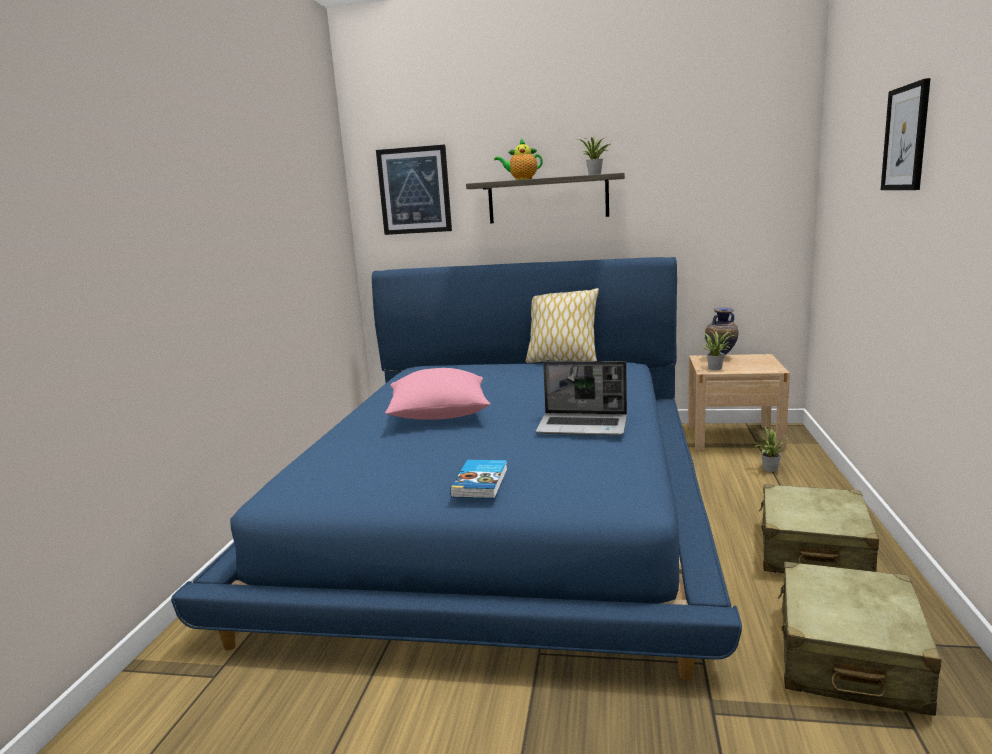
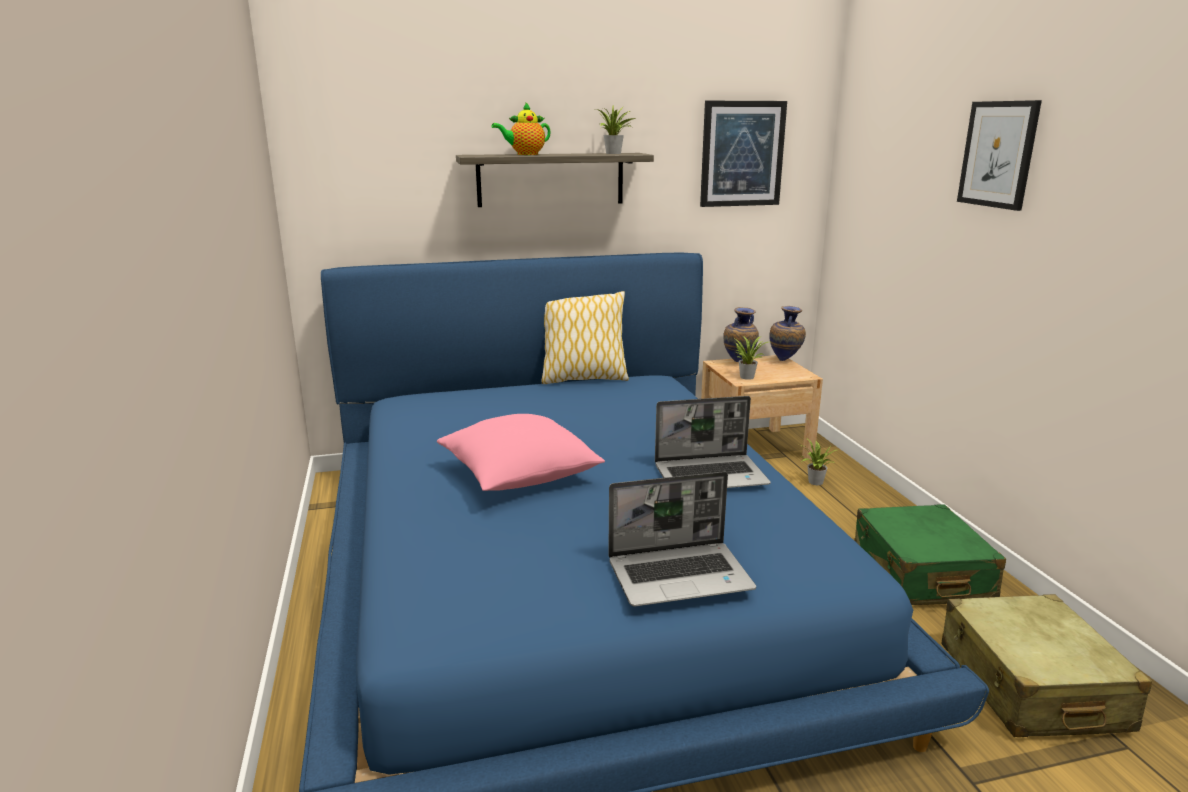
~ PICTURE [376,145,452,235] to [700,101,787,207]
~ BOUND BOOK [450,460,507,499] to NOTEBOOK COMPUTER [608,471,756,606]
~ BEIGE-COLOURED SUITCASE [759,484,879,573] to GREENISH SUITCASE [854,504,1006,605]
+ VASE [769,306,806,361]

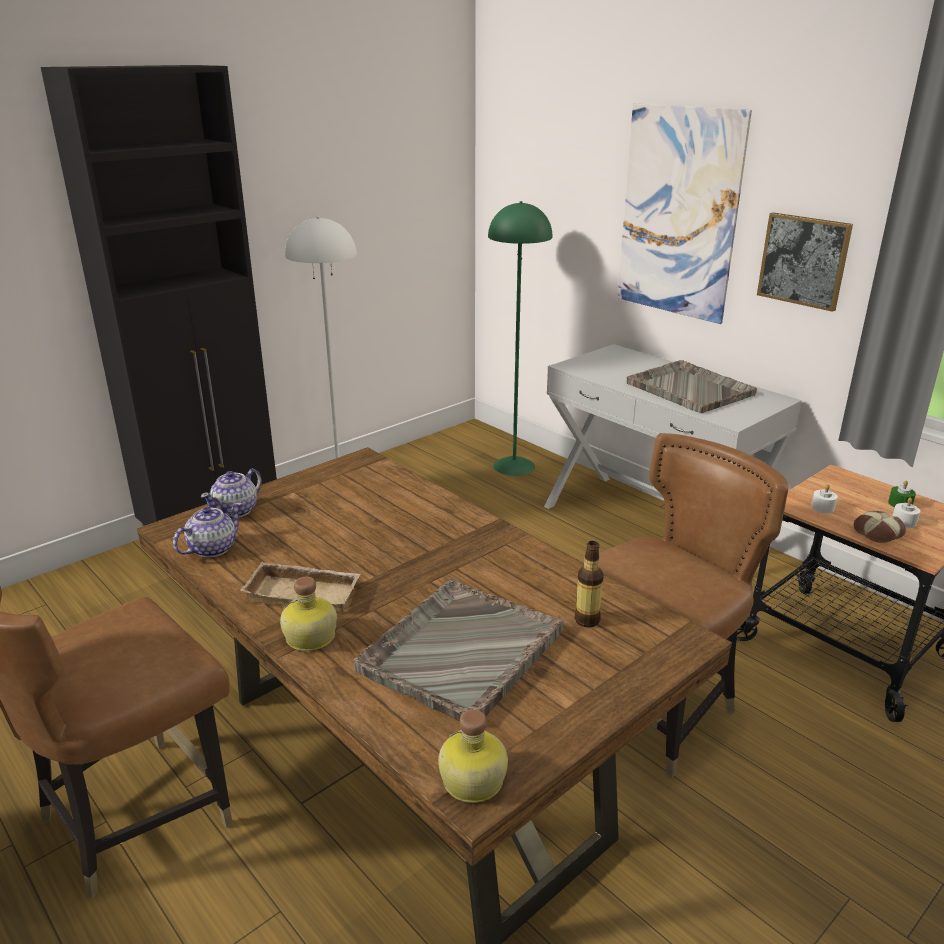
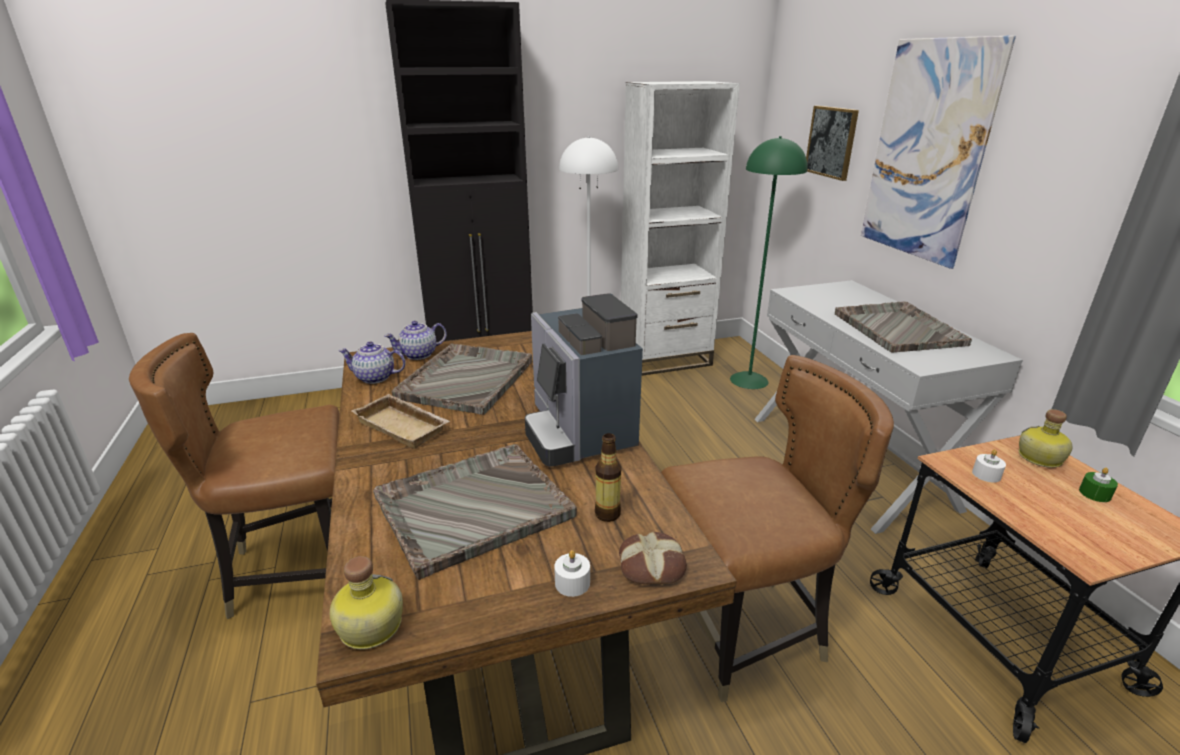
~ POT FOR TEA [173,502,242,557] = [338,342,406,384] 150 degrees counterclockwise
~ DRINK BOTTLE [280,577,337,651] to [1019,409,1073,468]
~ PICTURE [757,213,853,312] to [806,106,859,181]
~ BAKED BREAD [854,511,906,543] to [619,532,687,585]
~ WHITE WAX LIGHT [893,498,920,528] to [554,550,590,597]
+ GRAY TRAY [392,343,532,415]
+ COFFEE MAKER [525,293,643,467]
+ WHITE BOOKCASE [621,81,740,376]

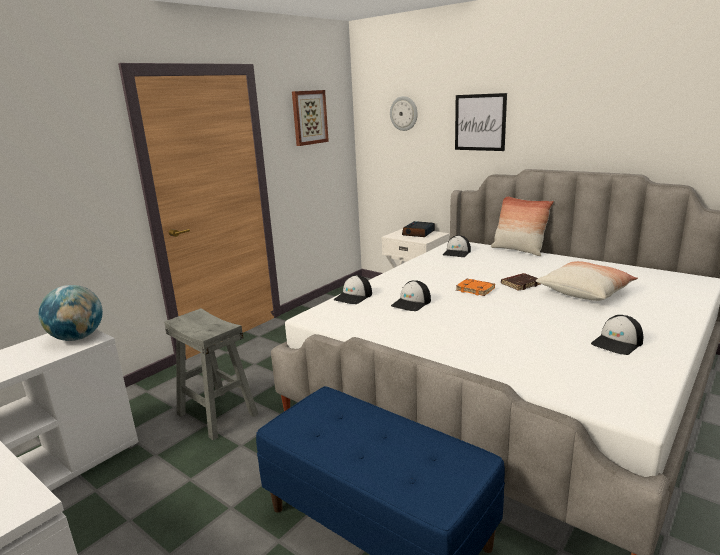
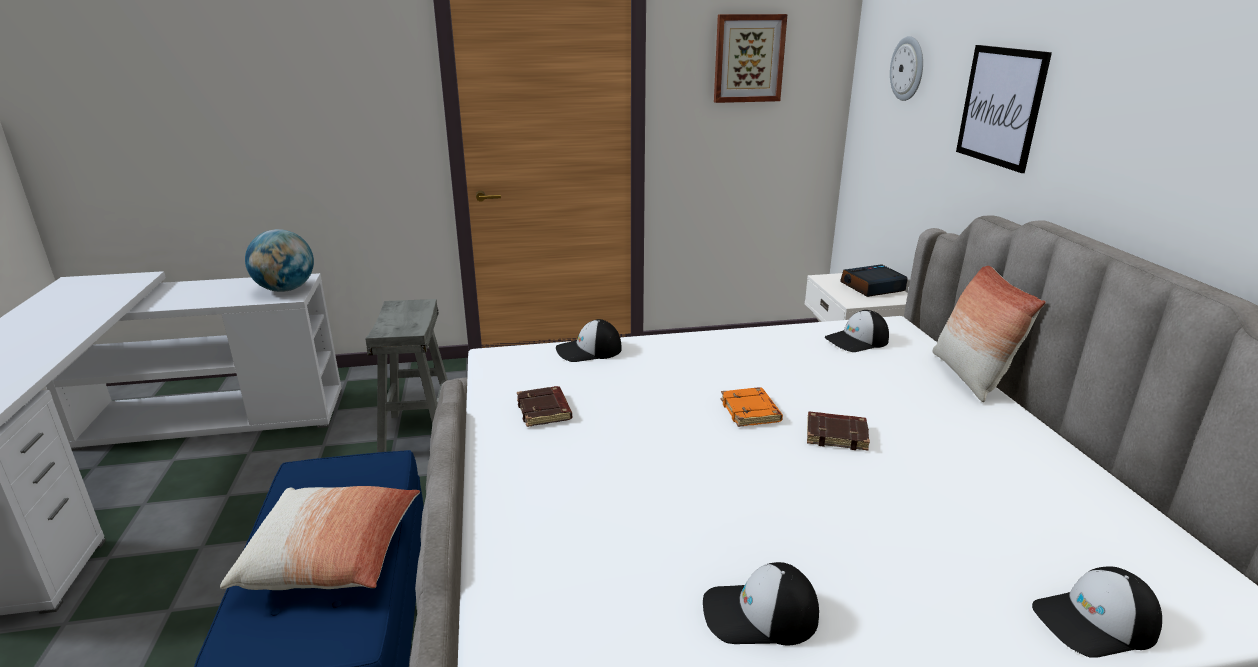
~ CAP [391,280,431,311] to [1032,566,1162,658]
~ THROW PILLOW [536,261,638,301] to [220,486,420,590]
+ BROWNISH BOUND BOOK [517,386,572,427]

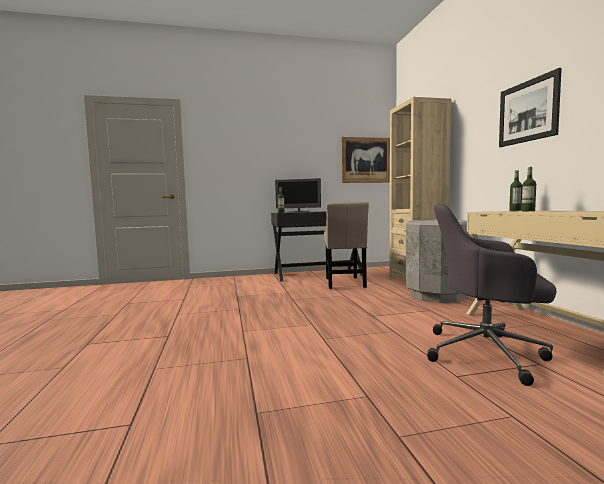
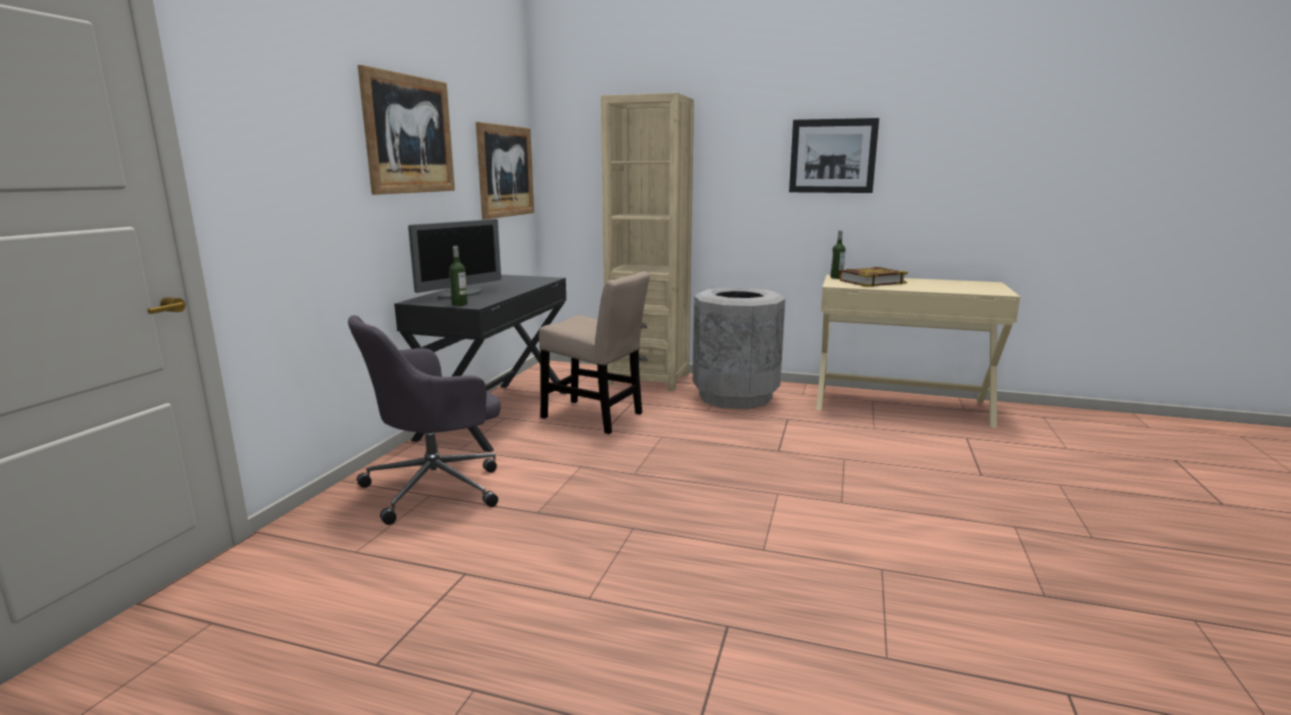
~ GRAY COMPUTER CHAIR [427,204,557,386] to [348,315,501,525]
~ DRINK BOTTLE [522,167,536,211] to BOUND BOOK [839,267,908,287]
+ PICTURE [358,65,455,195]

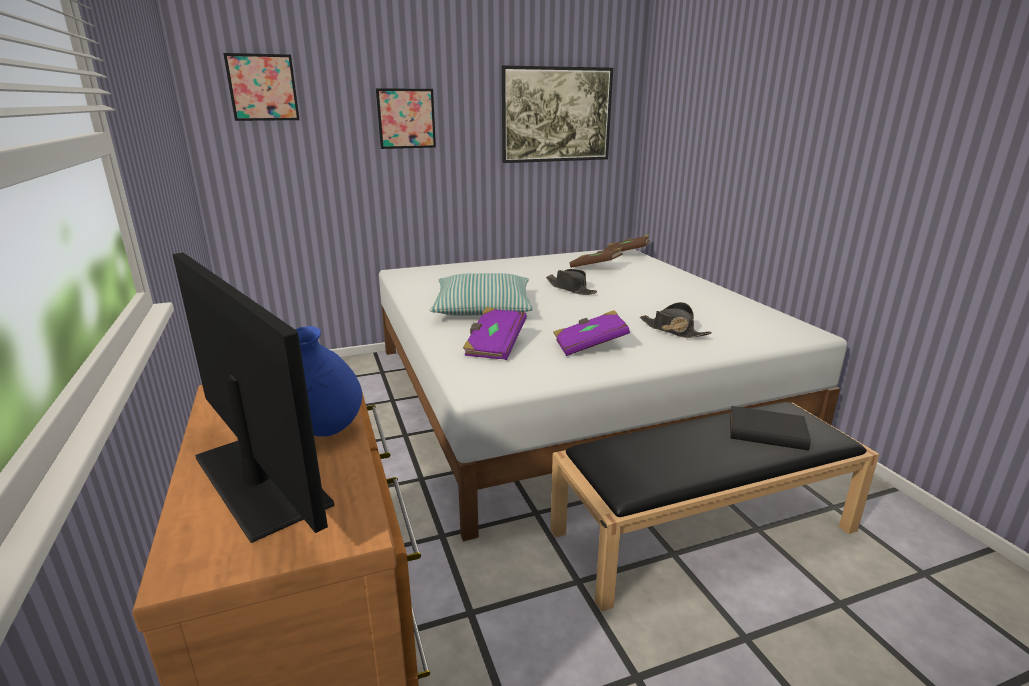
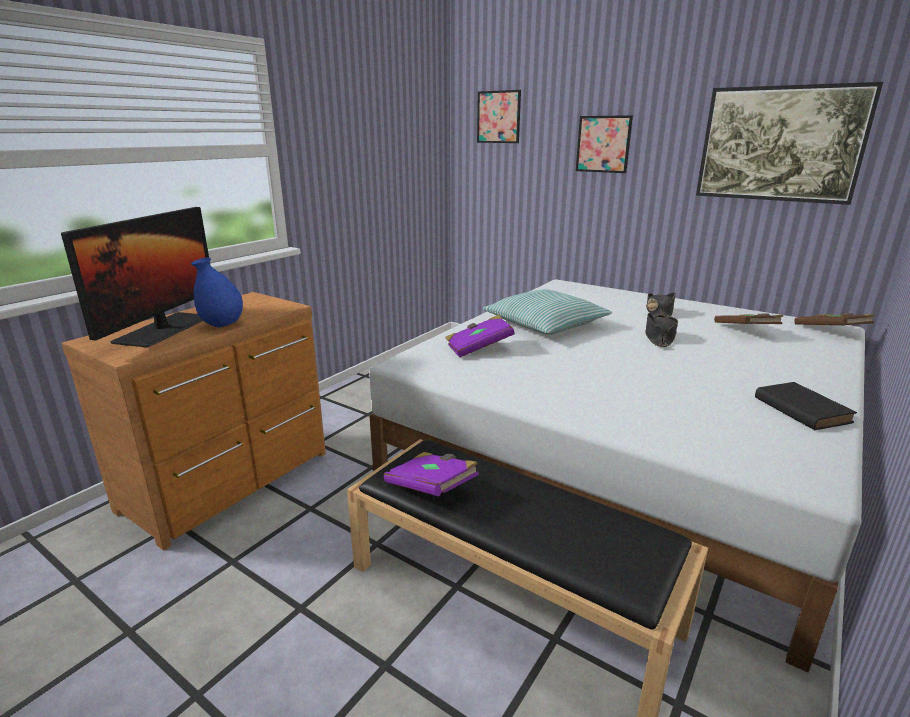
~ PURPLE BOUND BOOK [553,310,630,356] to [384,452,479,496]
~ BLACKISH HAT [640,302,712,338] to [646,292,676,318]
~ BLACKISH BOUND BOOK [730,406,811,451] to [755,382,857,430]

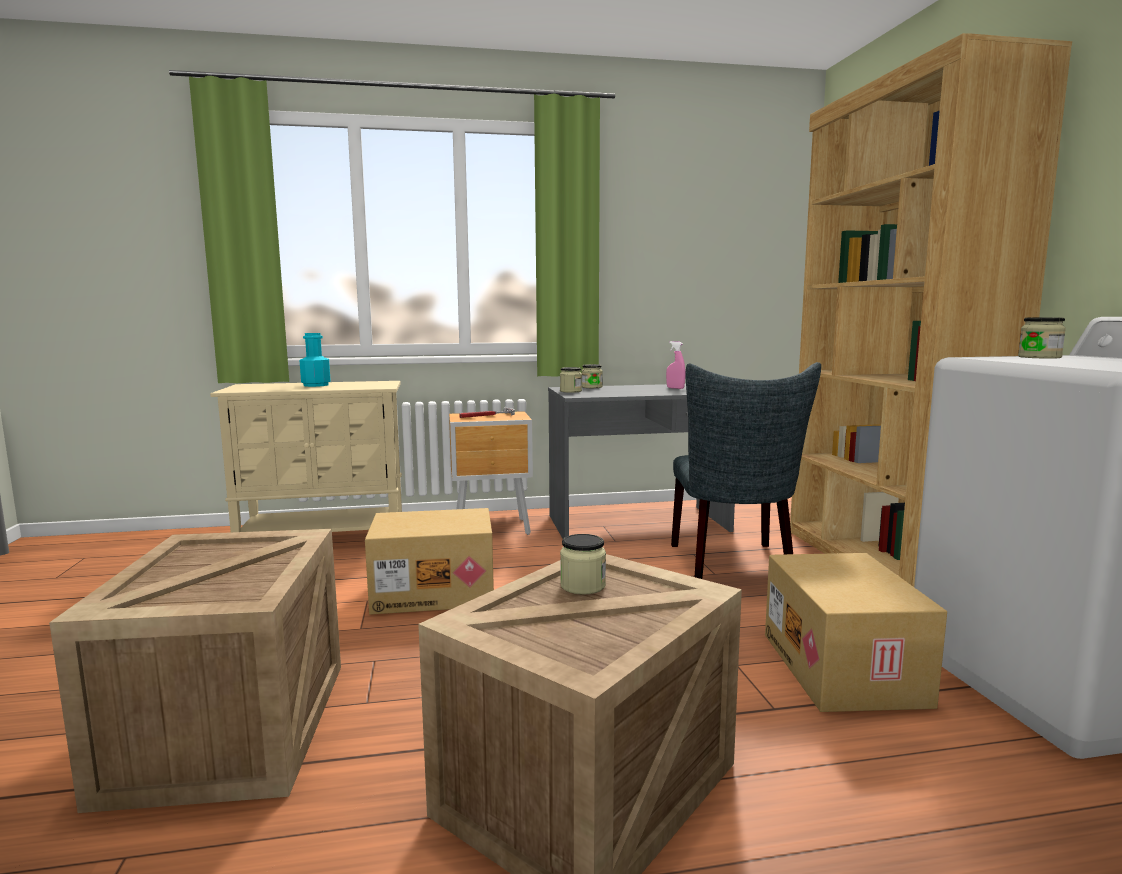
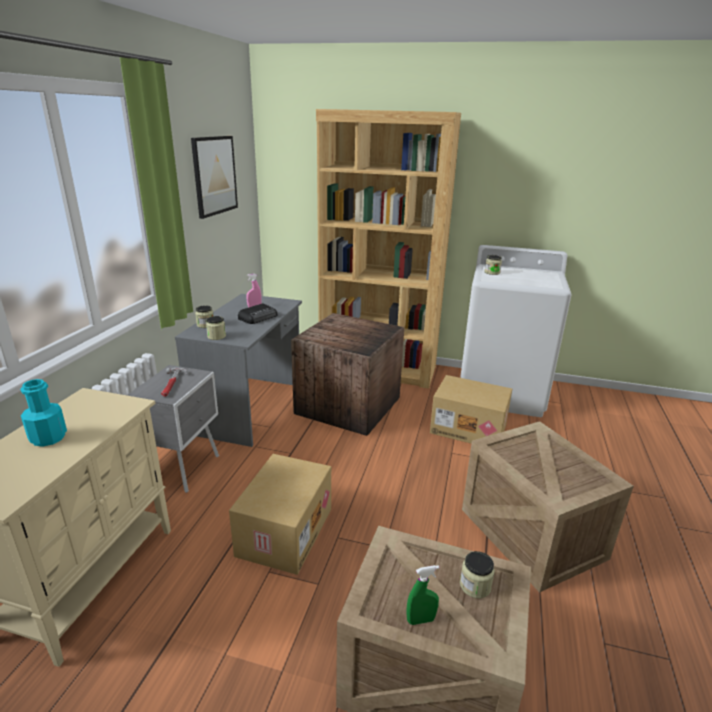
~ BROWNISH NIGHTSTAND [449,411,533,535] to GRAY NIGHTSTAND [127,365,219,493]
~ STORAGE JAR [560,534,606,595] to [460,551,495,598]
~ GRAY CHAIR [671,362,821,579] to SHIPPING CRATE [291,313,404,436]
+ PICTURE [191,136,238,219]
+ RADIO [238,303,277,324]
+ GREENISH SPRAY BOTTLE [407,565,439,625]

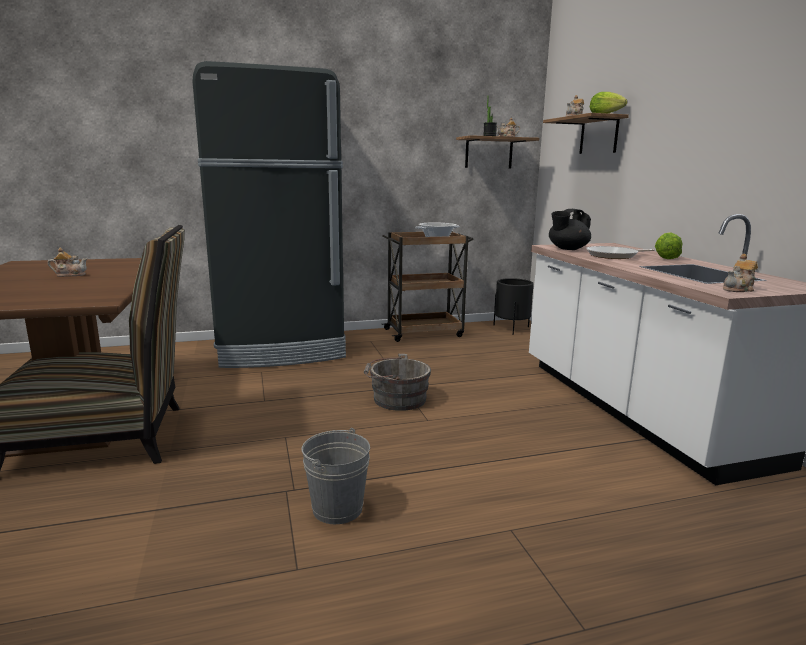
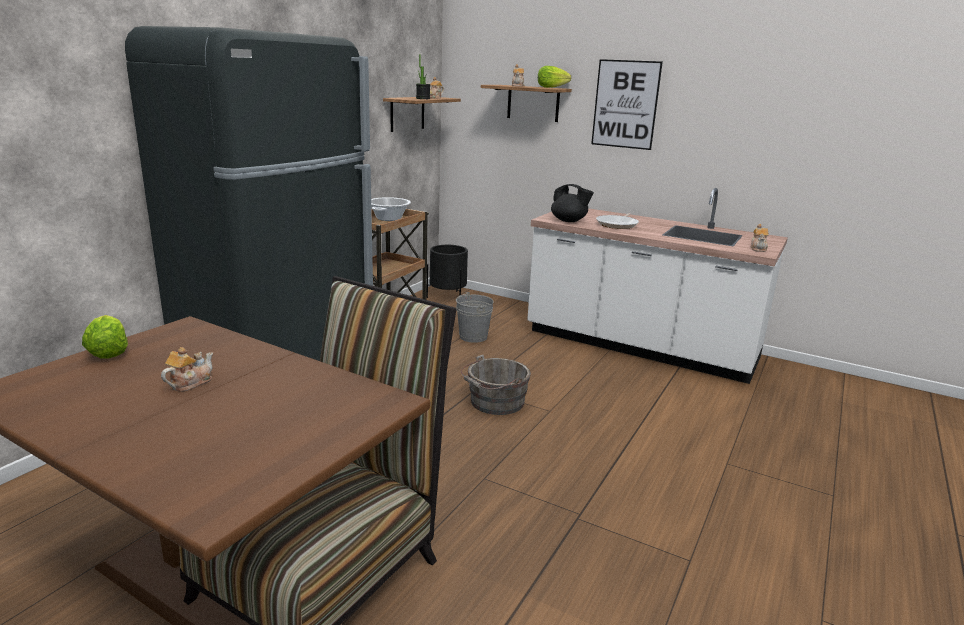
~ GRAY PAIL [301,428,370,524] to [456,292,494,343]
~ BLACKISH POT FOR TEA [549,209,591,250] = [551,184,594,222] 75 degrees counterclockwise
~ LETTUCE [655,232,683,259] to [82,315,128,358]
+ PICTURE [591,59,663,150]

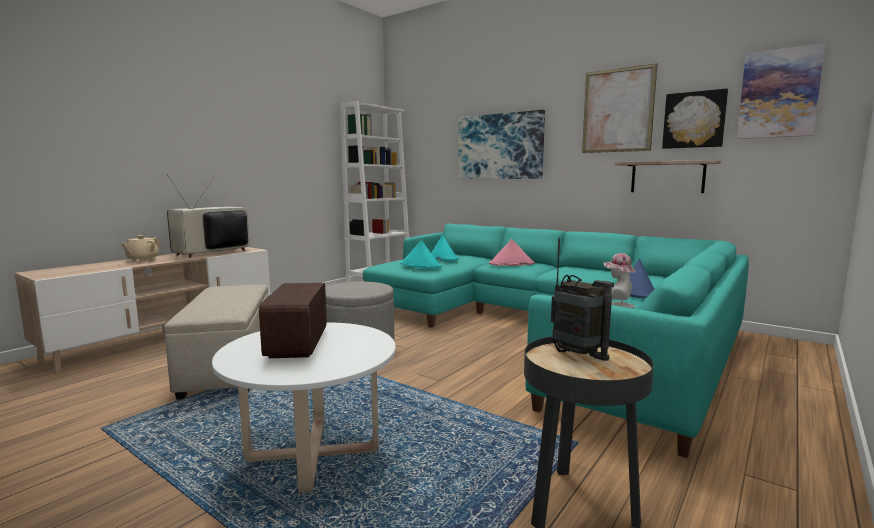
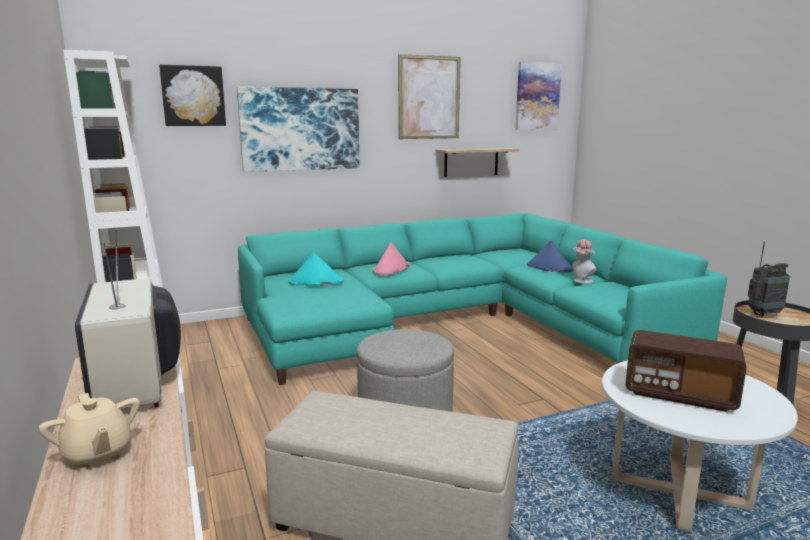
- TURQUOISE-COLOURED HAT [400,240,441,268]
~ PICTURE [662,88,728,149] to [159,65,226,126]

